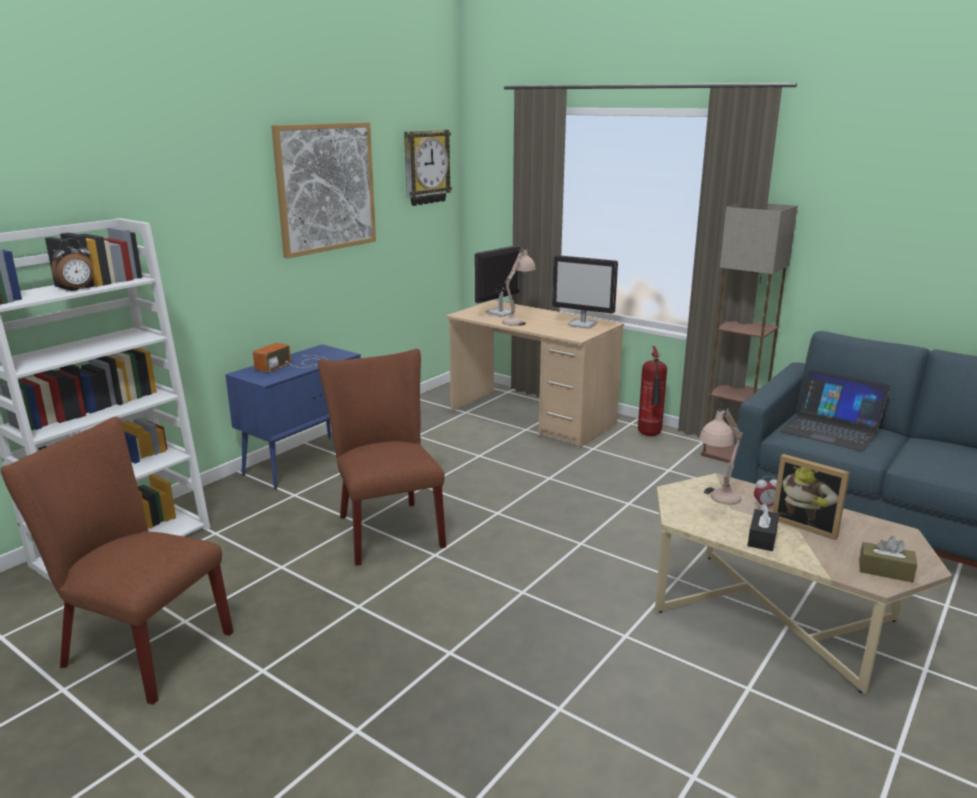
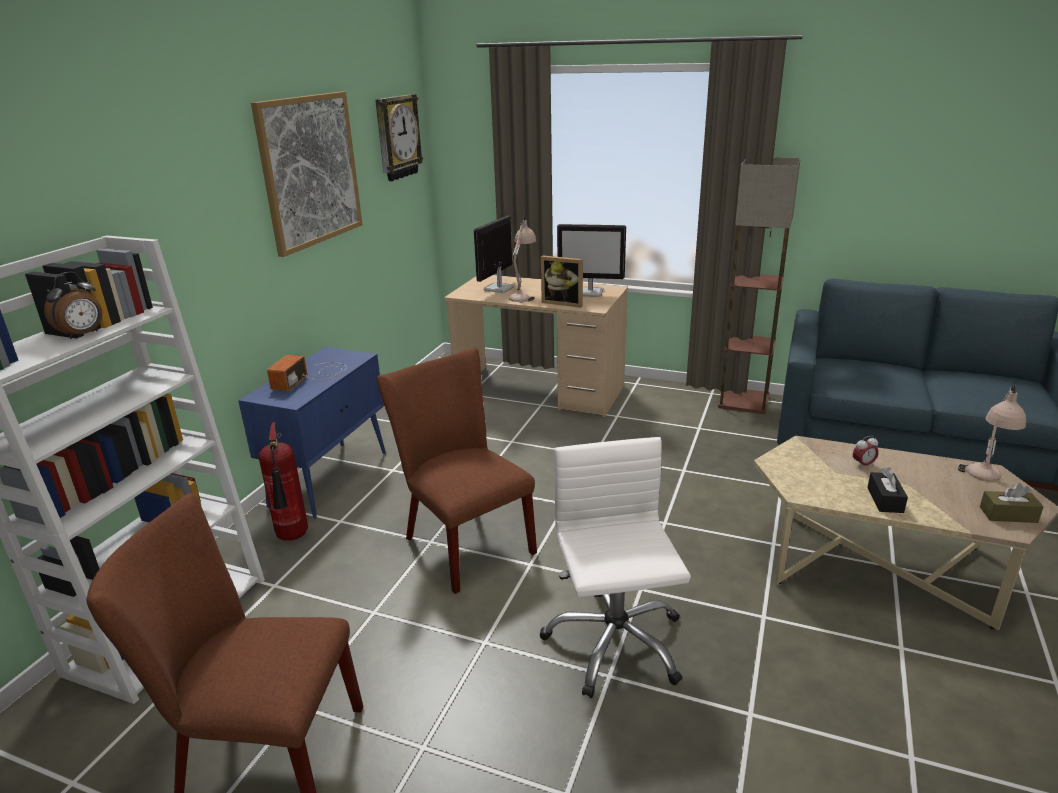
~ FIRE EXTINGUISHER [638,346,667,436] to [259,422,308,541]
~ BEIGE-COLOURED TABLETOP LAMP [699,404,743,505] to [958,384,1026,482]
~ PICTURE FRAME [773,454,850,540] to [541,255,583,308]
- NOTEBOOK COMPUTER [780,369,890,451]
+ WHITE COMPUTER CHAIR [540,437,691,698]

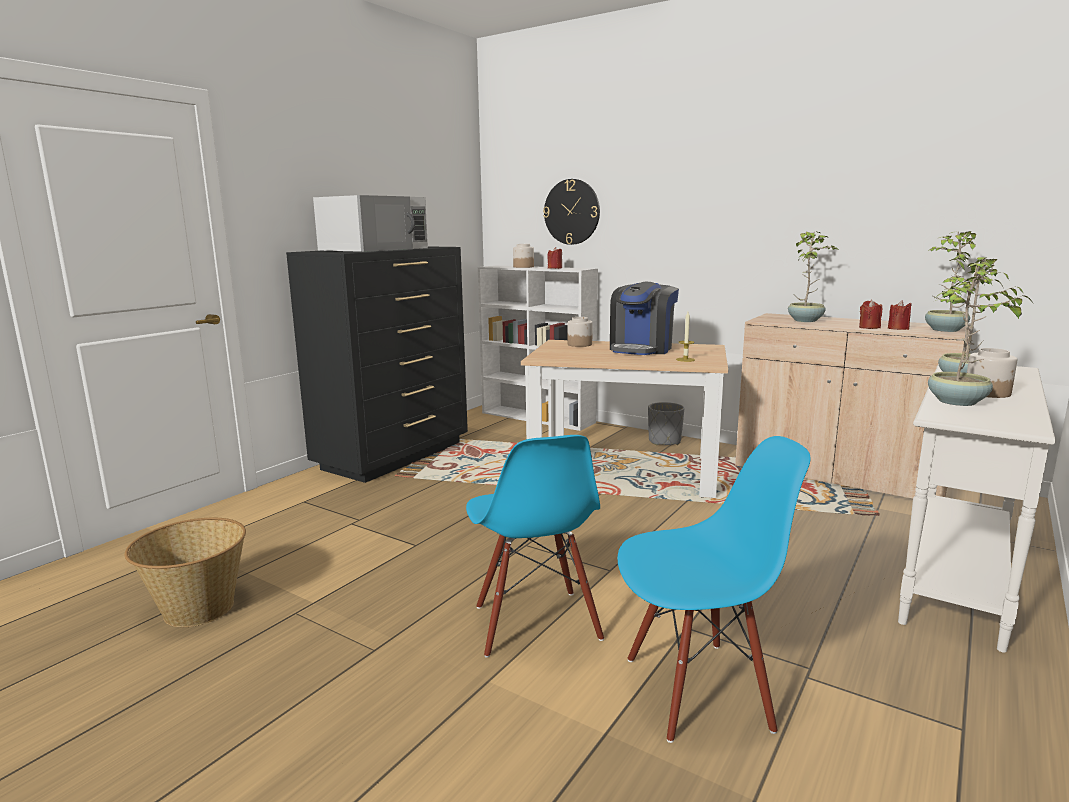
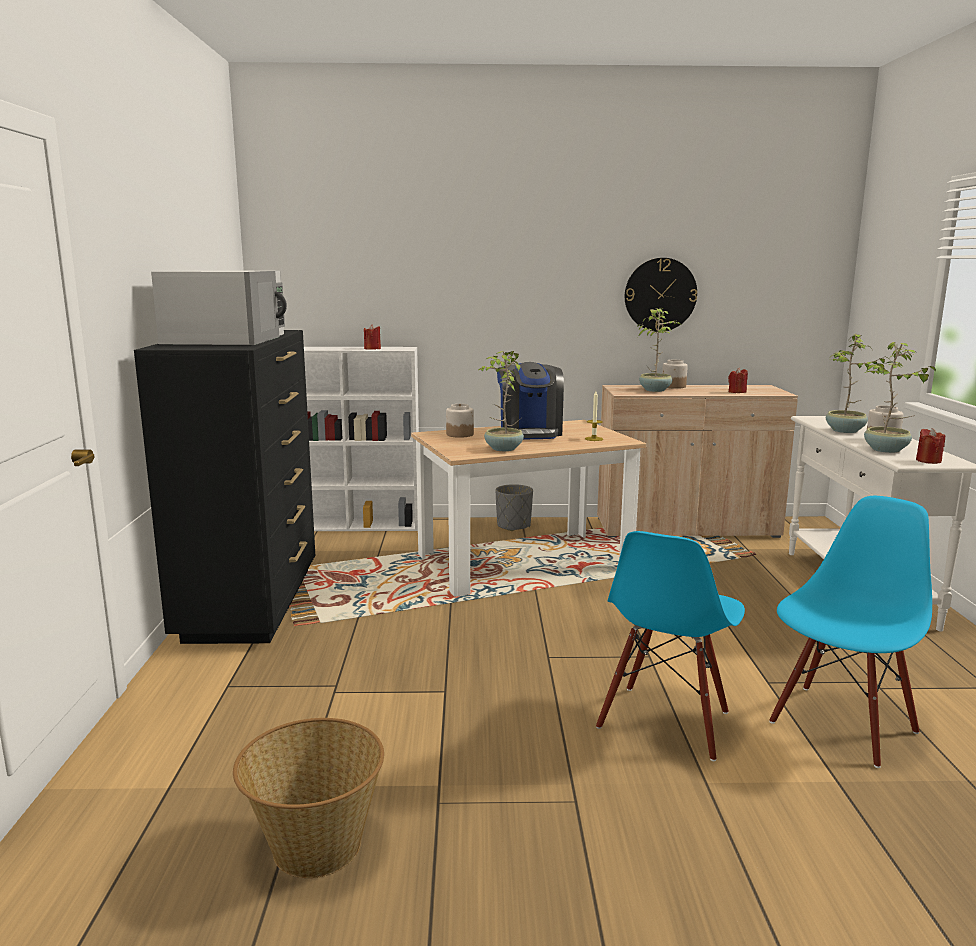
~ BLUE CHAIR [466,435,604,658] = [596,531,745,761] 75 degrees clockwise
~ STORAGE JAR [513,244,534,268] to [662,360,688,389]
~ CLOCK ON THE WALL [543,179,600,245] to [625,258,697,332]
~ RED-COLOURED WAX LIGHT [859,300,883,329] to [916,428,945,464]
~ POTTED PLANT [925,231,976,332] to [479,351,524,451]

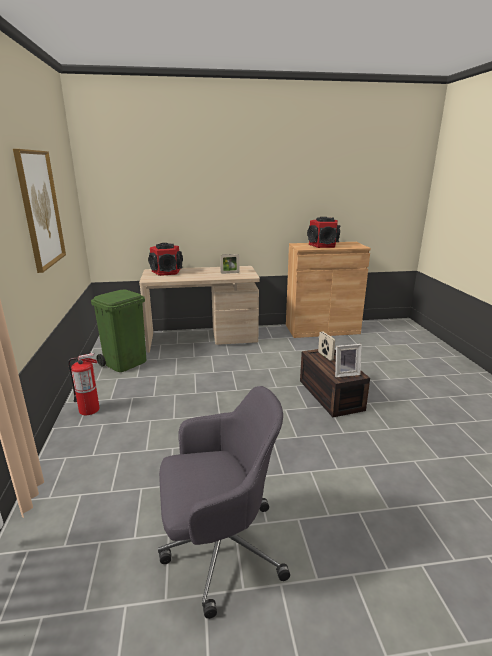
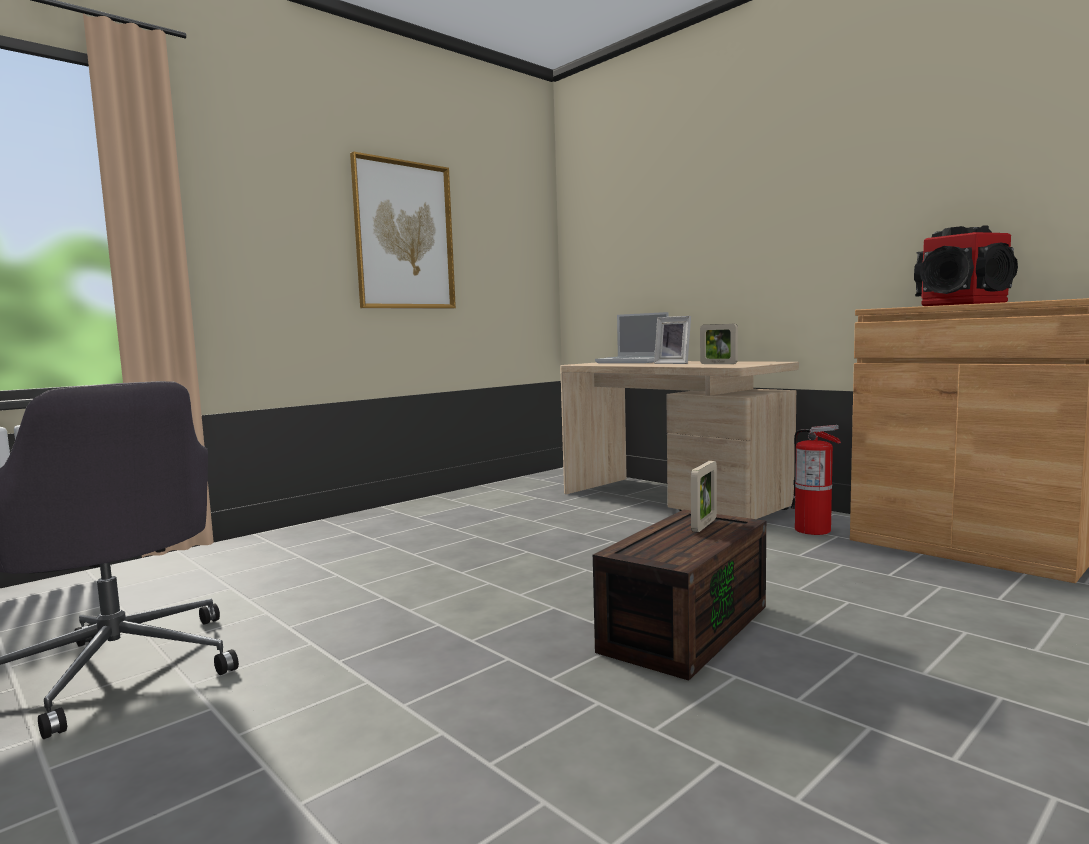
~ FIRE EXTINGUISHER [68,353,100,415] to [791,425,841,535]
- GREENISH WASTE BIN [91,290,147,372]
~ SPEAKER [148,243,183,276] to NOTEBOOK COMPUTER [595,312,669,363]
~ PICTURE FRAME [335,344,362,377] to [654,316,691,364]

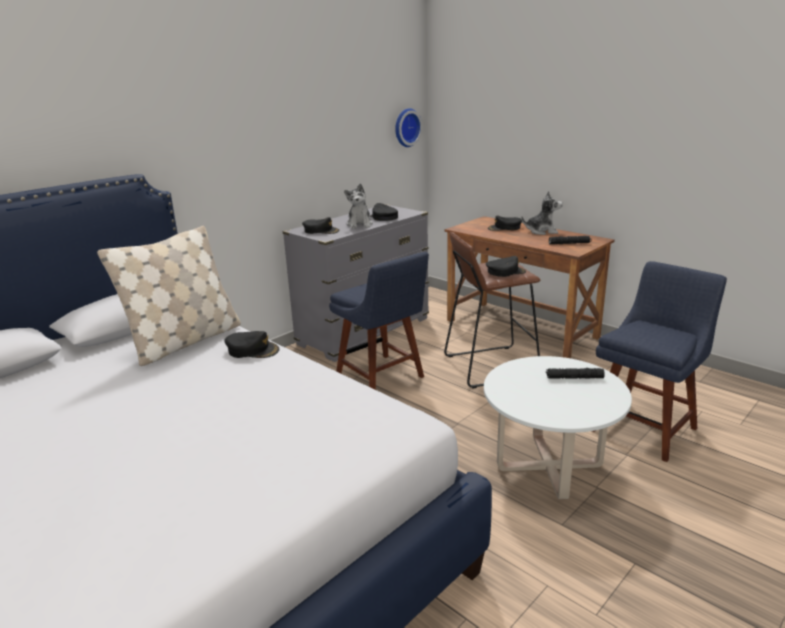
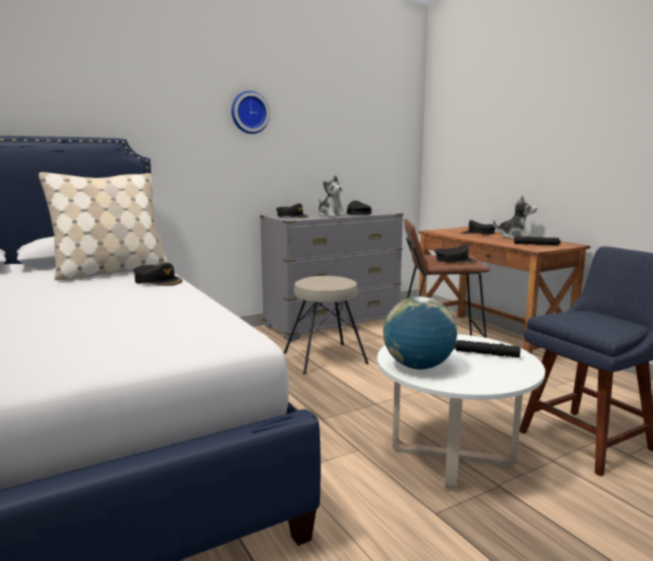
~ BLUE CHAIR [329,252,429,390] to BEIGE-COLOURED STOOL SEAT [284,276,369,374]
~ CUDDLY TOY [344,183,373,229] = [318,175,346,217] 45 degrees counterclockwise
~ CLOCK ON THE WALL [395,108,422,147] to [231,91,270,134]
+ WORLD GLOBE [383,296,457,369]

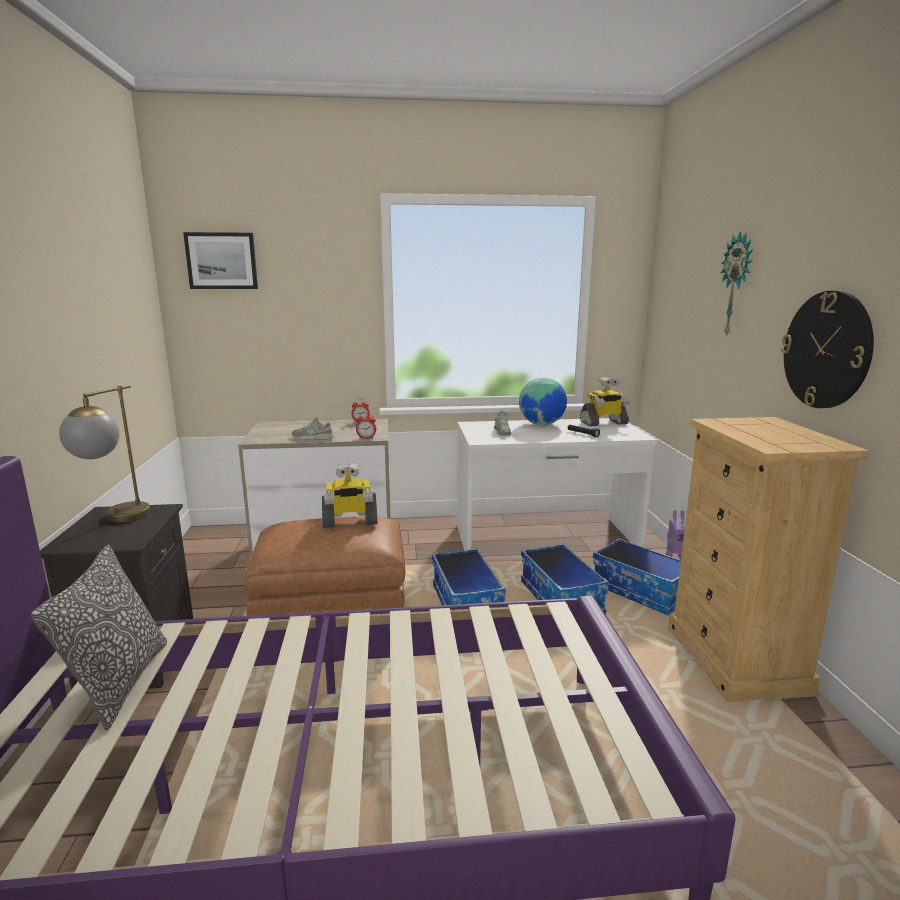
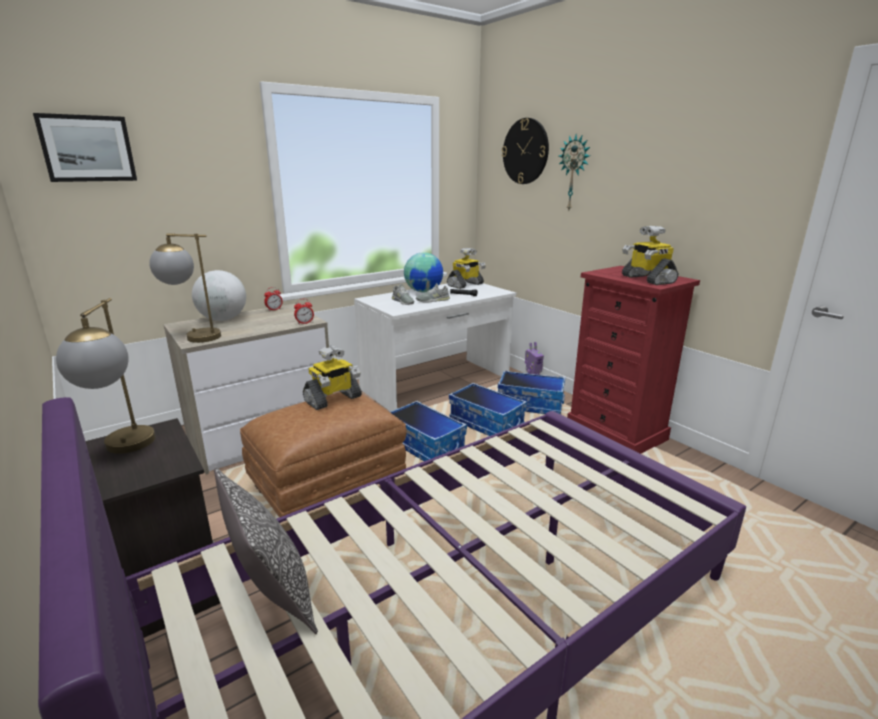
~ GRAY ITEM OF FOOTWEAR [292,417,334,440] to [416,283,450,302]
~ BEIGE-COLOURED DRESSER [669,417,869,702] to RED-COLOURED DRESSER [567,266,700,454]
~ CLOCK ON THE WALL [781,290,874,408] to [502,118,549,184]
+ TABLETOP LAMP [149,233,221,343]
+ WORLD GLOBE [192,270,246,321]
+ TOY ROBOT [622,226,678,285]

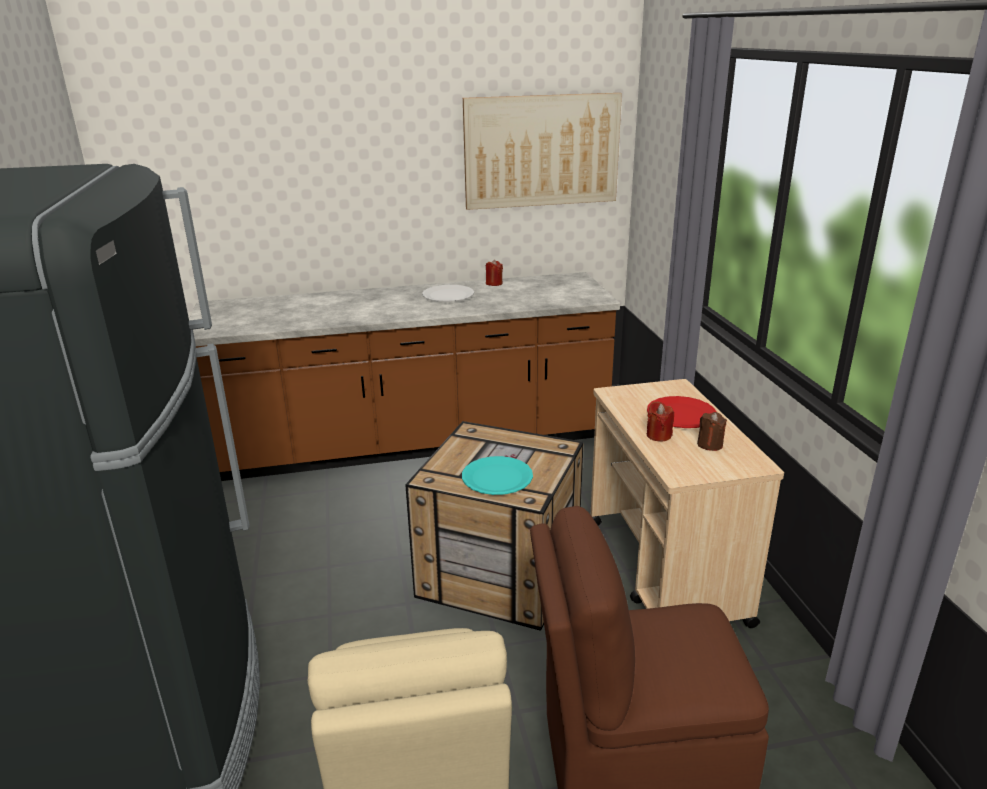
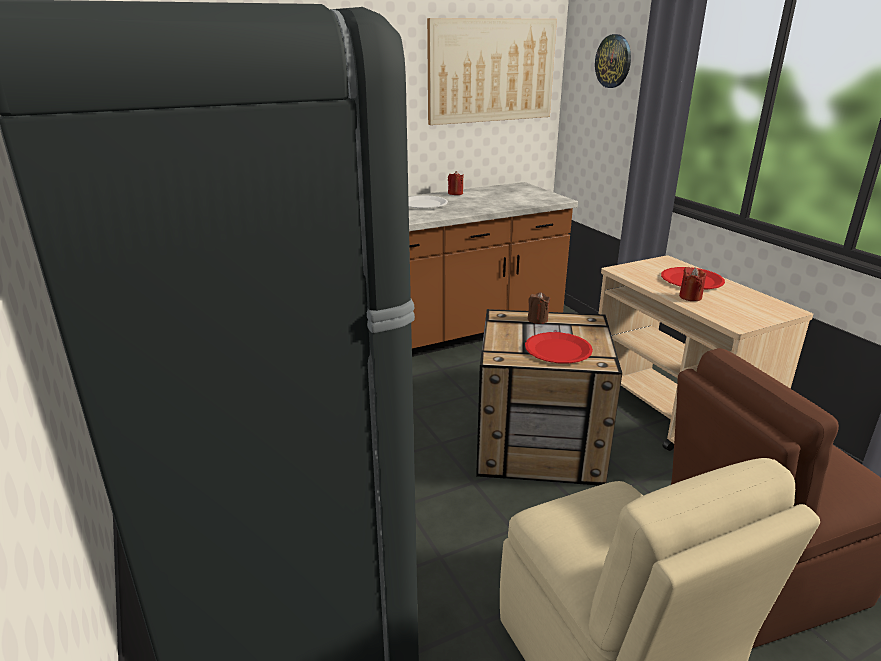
~ TURQUOISE-COLOURED DINNER PLATE [462,456,533,495] to RED-COLOURED DINNER PLATE [525,332,593,364]
~ BROWNISH WAX LIGHT [697,412,727,451] to [528,292,550,324]
+ CLOCK ON THE WALL [595,34,631,88]

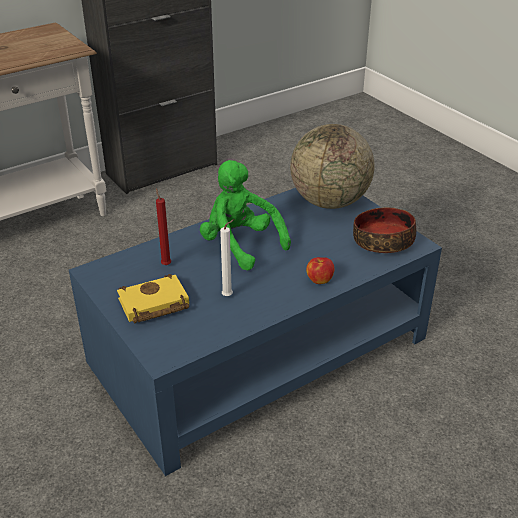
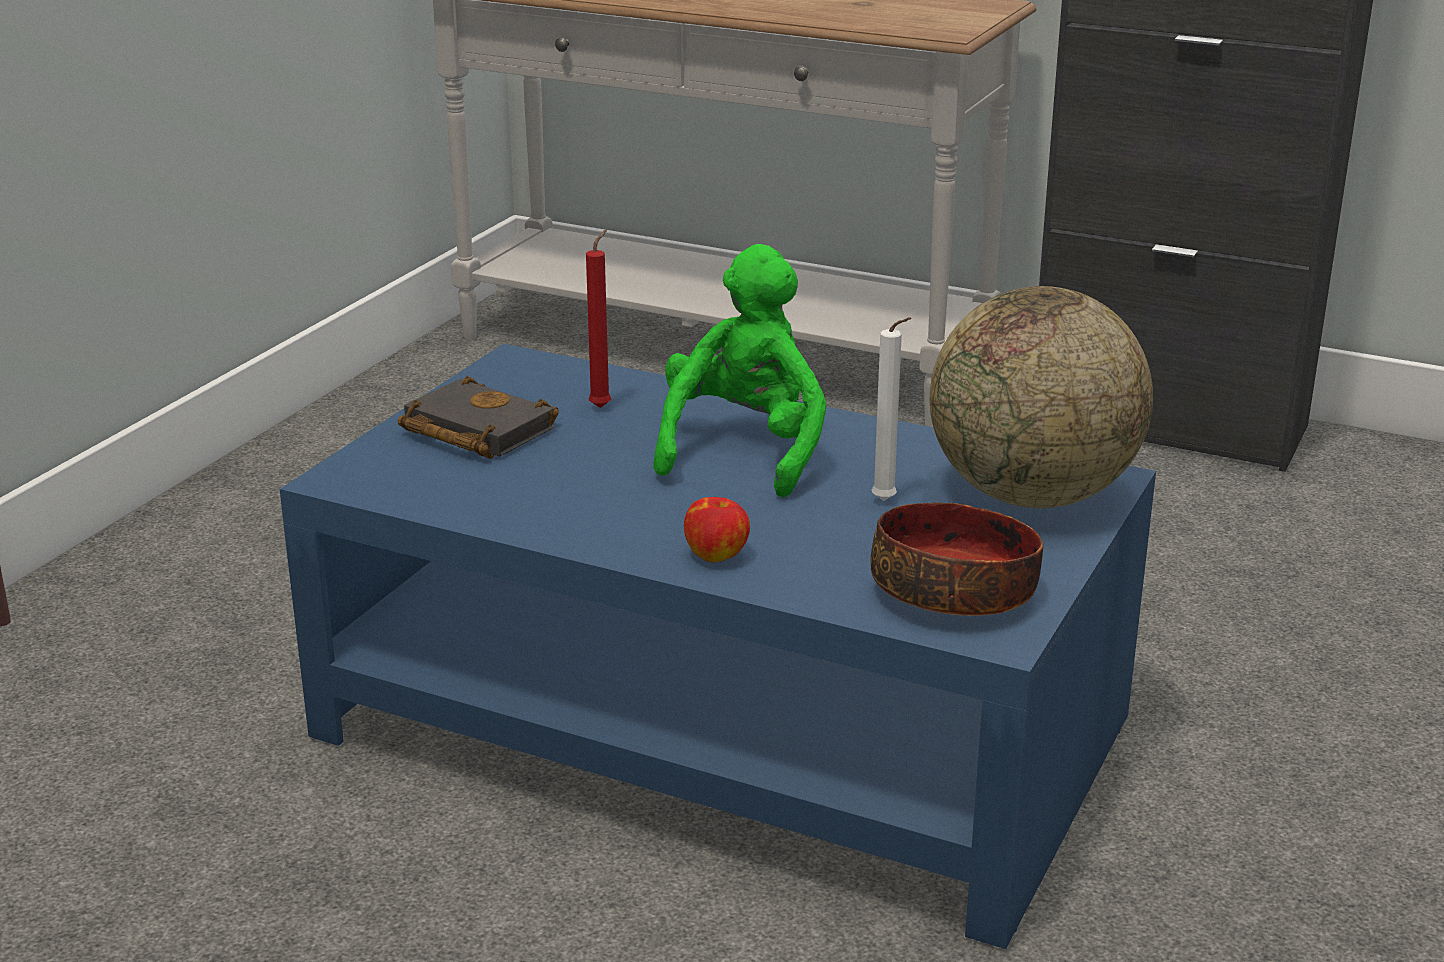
~ YELLOW-COLOURED BOUND BOOK [117,274,189,324] to BLACKISH BOUND BOOK [398,376,559,459]
~ WHITE WAX LIGHT [220,219,234,296] to [872,317,911,501]

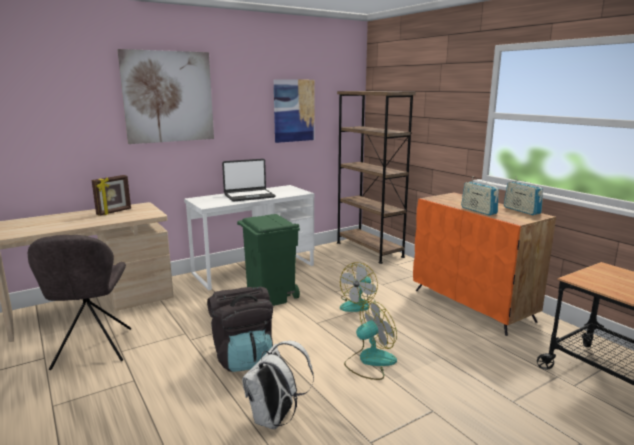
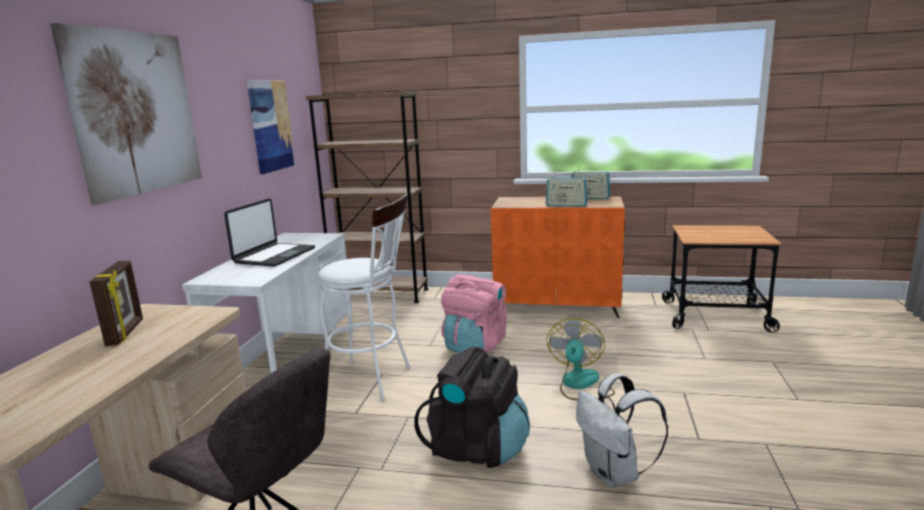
~ GREENISH WASTE BIN [237,214,300,306] to WHITE STOOL SEAT [318,194,410,401]
~ FAN [340,262,378,312] to PINK-COLOURED RUCKSACK [441,275,507,353]

